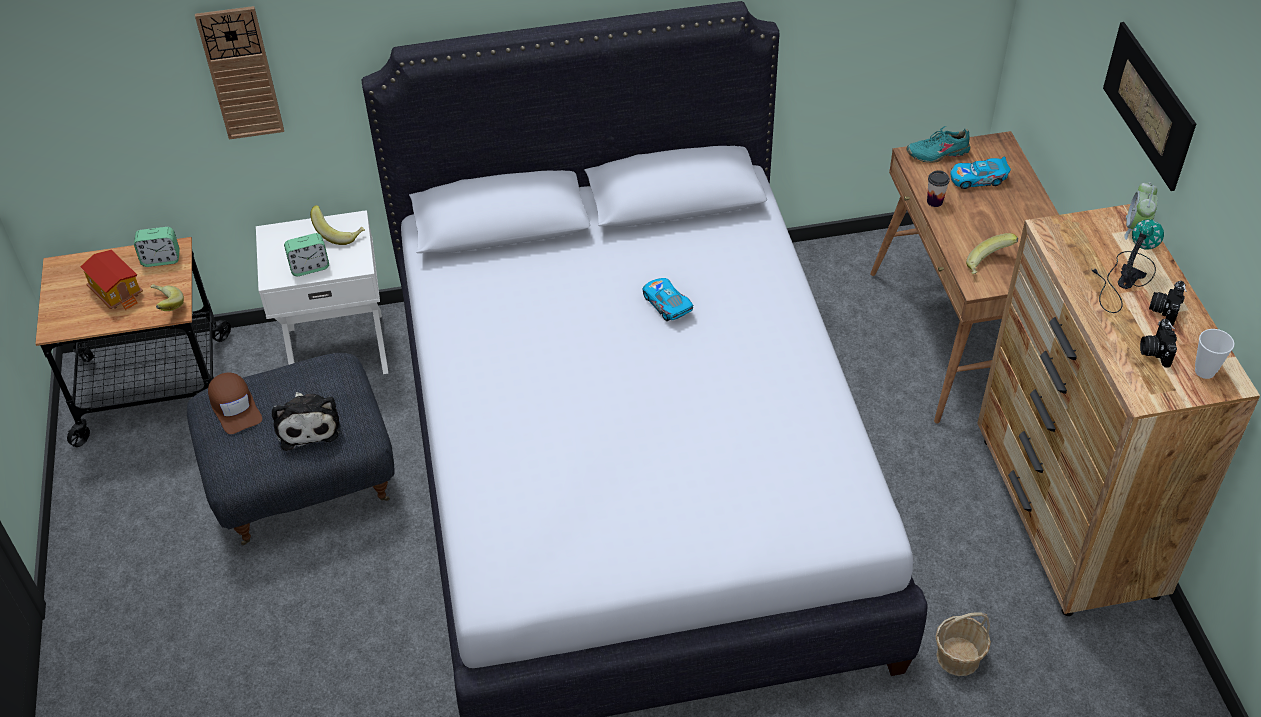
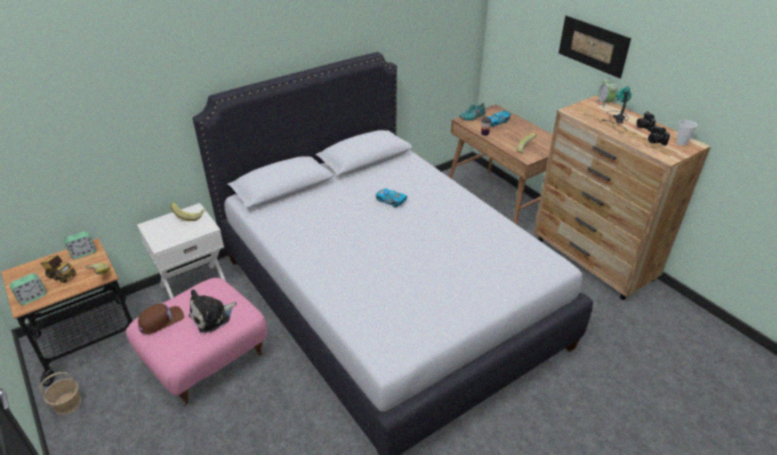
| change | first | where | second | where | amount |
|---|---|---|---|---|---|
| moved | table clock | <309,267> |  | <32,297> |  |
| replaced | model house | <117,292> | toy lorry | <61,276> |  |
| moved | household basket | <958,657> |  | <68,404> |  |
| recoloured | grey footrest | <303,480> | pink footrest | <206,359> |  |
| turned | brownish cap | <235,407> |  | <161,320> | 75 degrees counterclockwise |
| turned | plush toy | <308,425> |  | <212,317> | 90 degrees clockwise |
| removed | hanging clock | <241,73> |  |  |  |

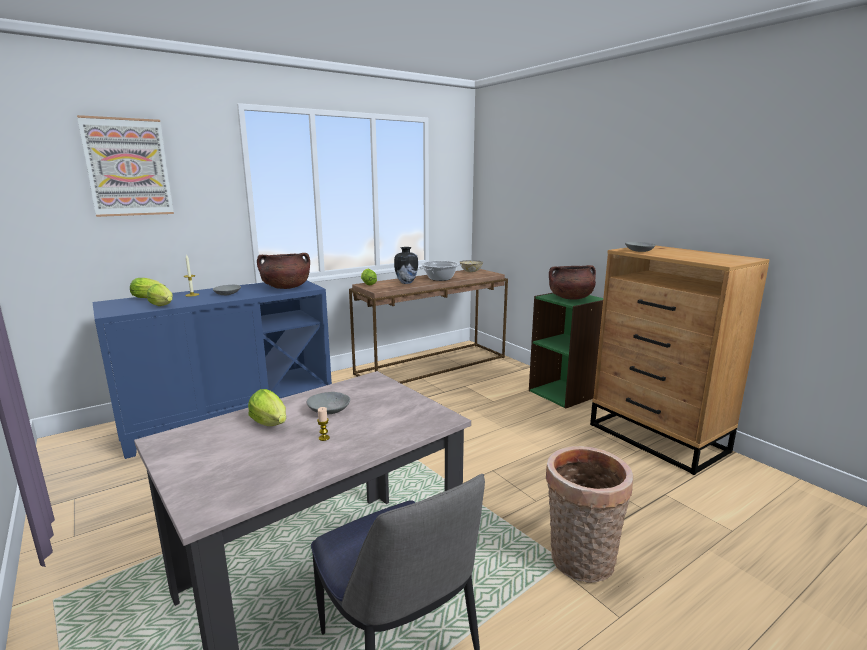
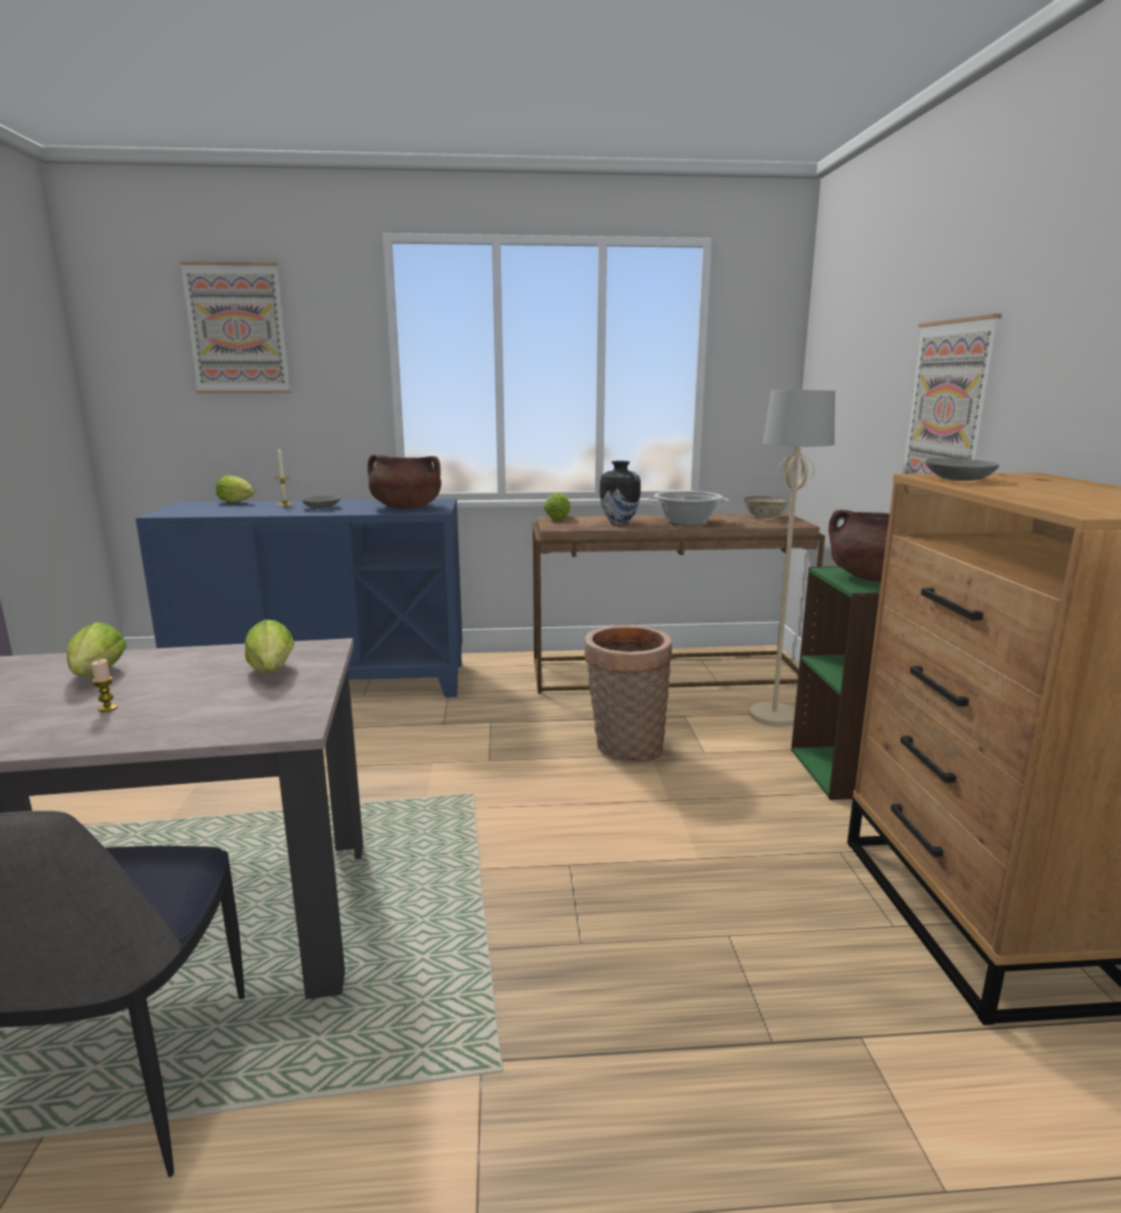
| change | first | where | second | where | amount |
|---|---|---|---|---|---|
| moved | lettuce head | <163,306> |  | <272,673> |  |
| moved | household basket | <579,562> |  | <625,749> |  |
| added |  |  | beige-coloured floor lamp | <774,716> |  |
| added |  |  | wall picture | <947,409> |  |
| removed | grey deep dish | <329,410> |  |  |  |

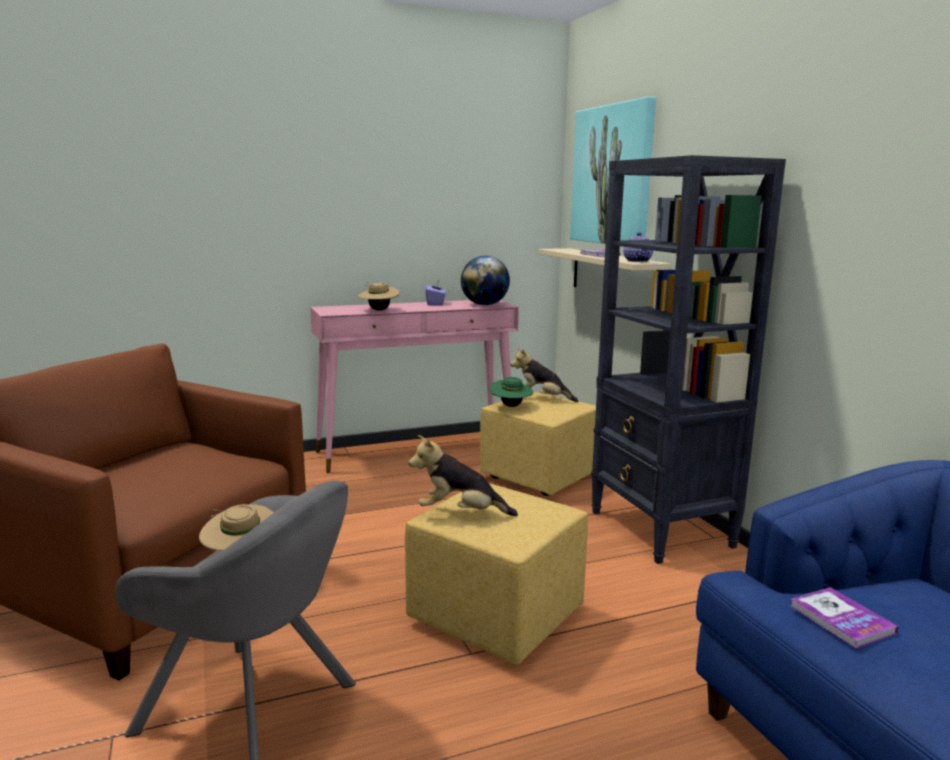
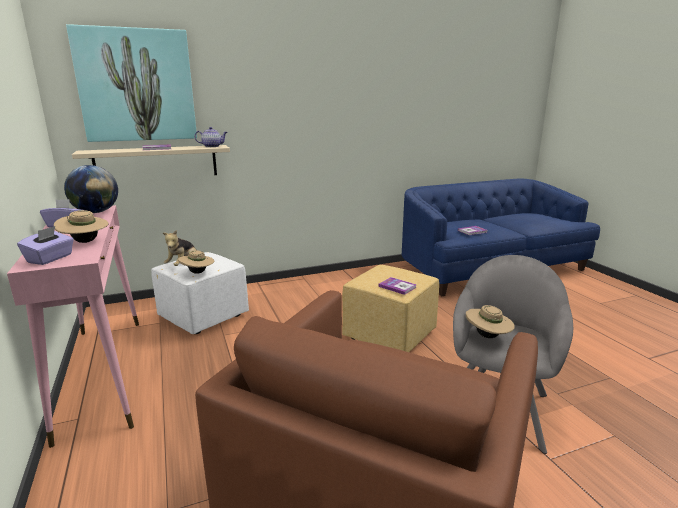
| change | first | where | second | where | amount |
|---|---|---|---|---|---|
| added |  |  | purple box of tissues | <50,259> |  |
| recoloured | yellow-coloured footrest | <540,477> | white-coloured footrest | <203,316> |  |
| recoloured | green clothing hat | <510,406> | beige-coloured clothing hat | <198,273> |  |
| replaced | plush toy | <460,513> | volume | <397,287> |  |
| removed | black bookshelf | <661,530> |  |  |  |

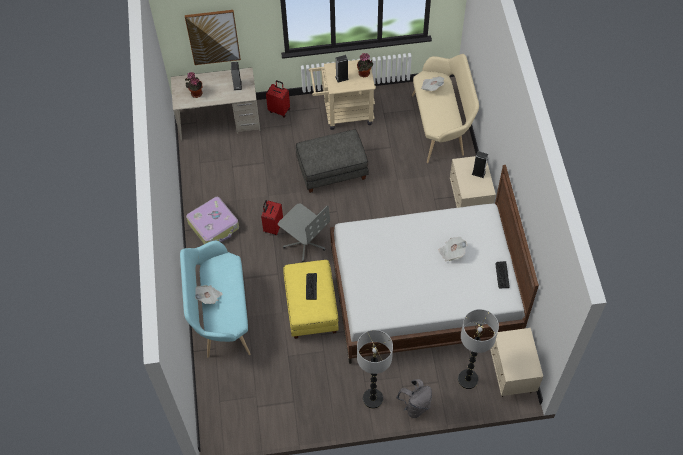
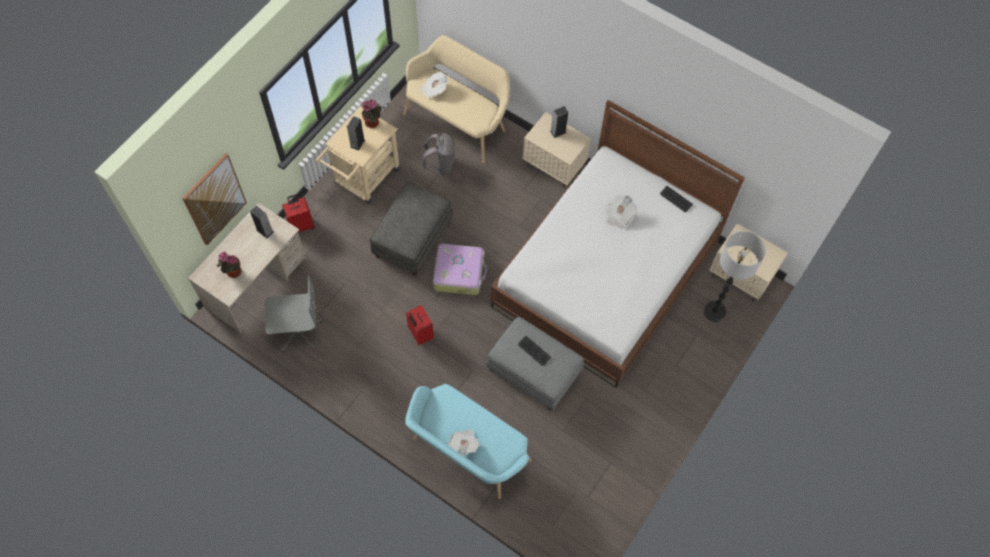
| change | first | where | second | where | amount |
|---|---|---|---|---|---|
| moved | grey desk chair | <304,242> |  | <297,330> |  |
| moved | grey backpack | <415,406> |  | <440,165> |  |
| moved | suitcase | <214,226> |  | <459,272> |  |
| recoloured | yellow-coloured footrest | <312,308> | grey footrest | <534,371> |  |
| removed | floor lamp | <373,398> |  |  |  |

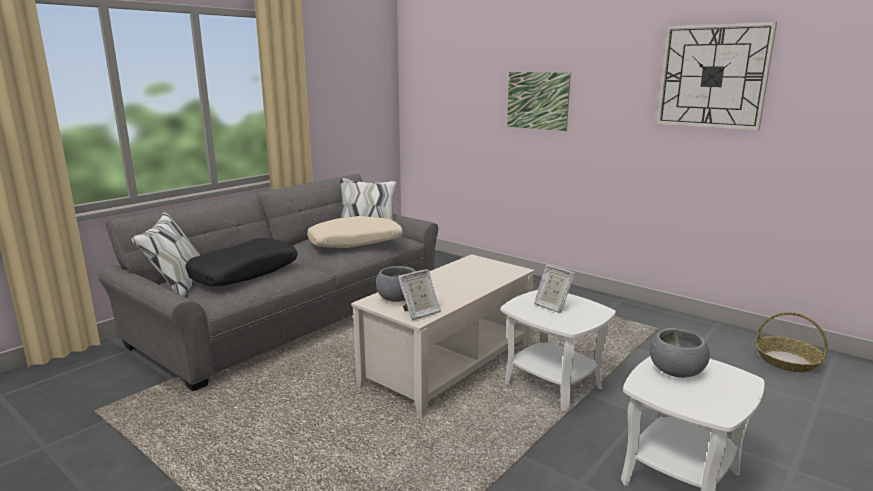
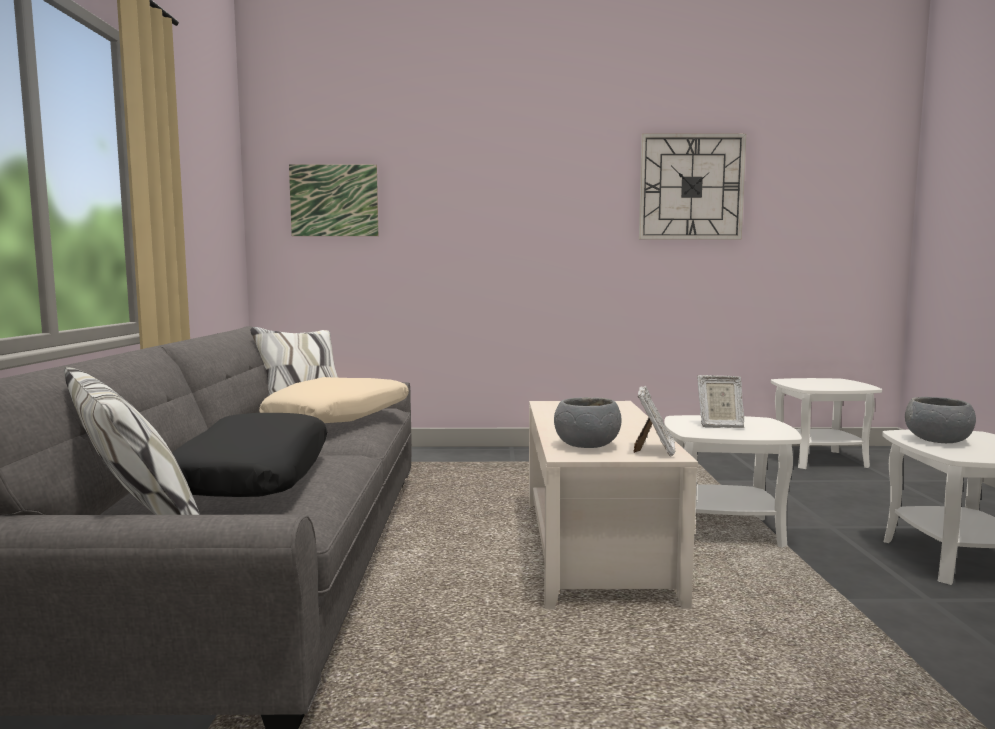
| change | first | where | second | where | amount |
|---|---|---|---|---|---|
| moved | wall picture | <537,100> |  | <334,200> |  |
| replaced | household basket | <786,361> | white-coloured side table | <819,459> |  |

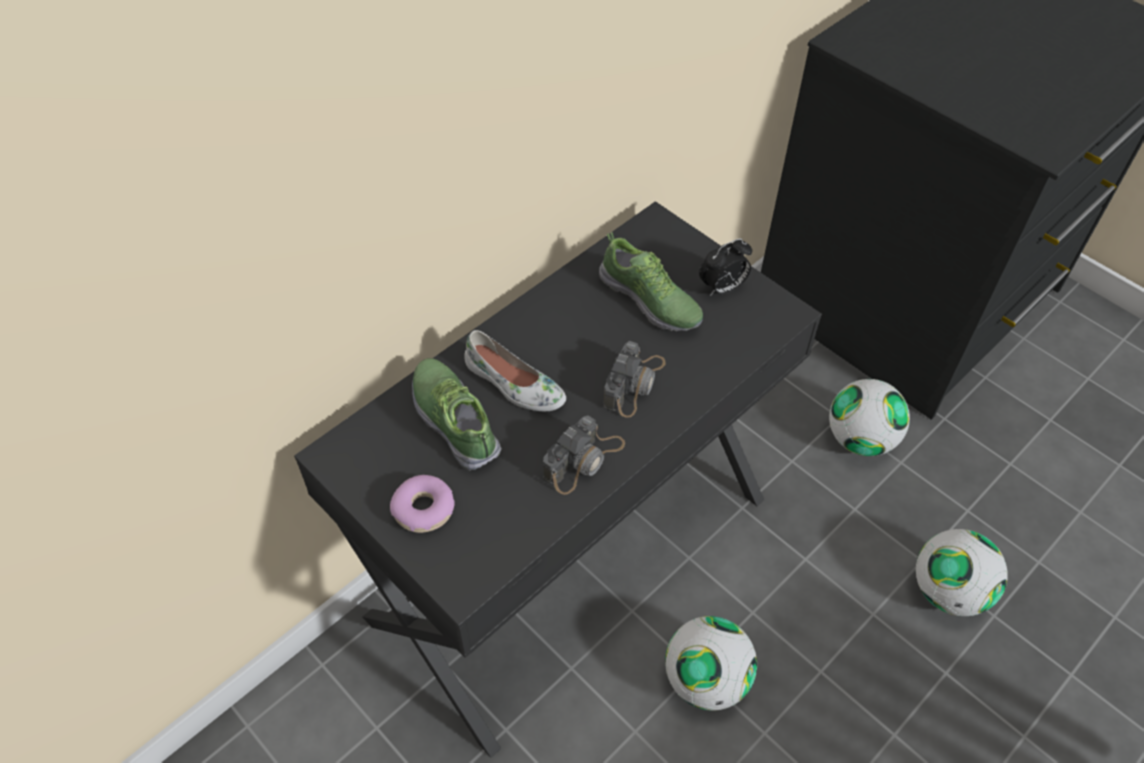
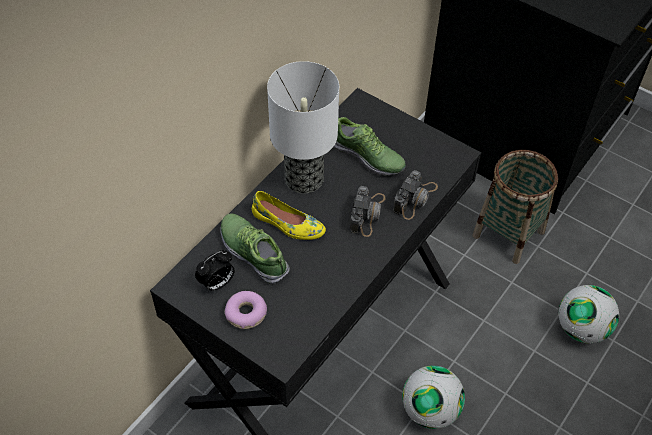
| change | first | where | second | where | amount |
|---|---|---|---|---|---|
| moved | table clock | <722,288> |  | <217,283> |  |
| recoloured | white-coloured low shoe | <514,384> | yellow-coloured low shoe | <287,224> |  |
| added |  |  | table lamp | <305,179> |  |
| moved | photo camera | <584,460> |  | <415,198> |  |
| replaced | ball for football | <860,439> | household basket | <508,233> |  |

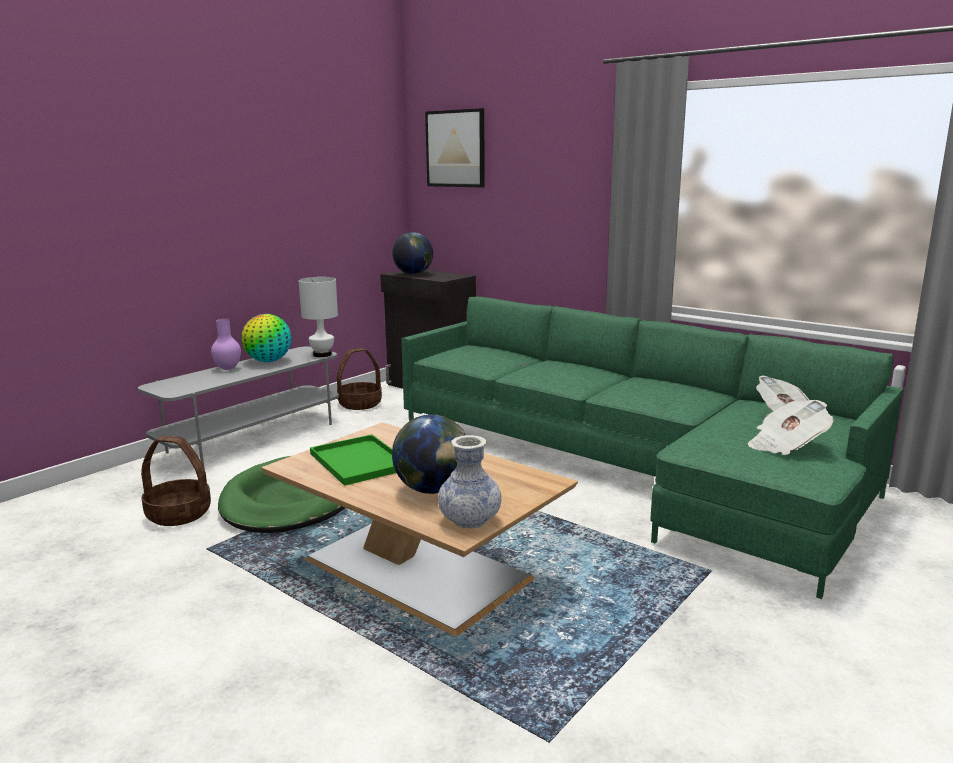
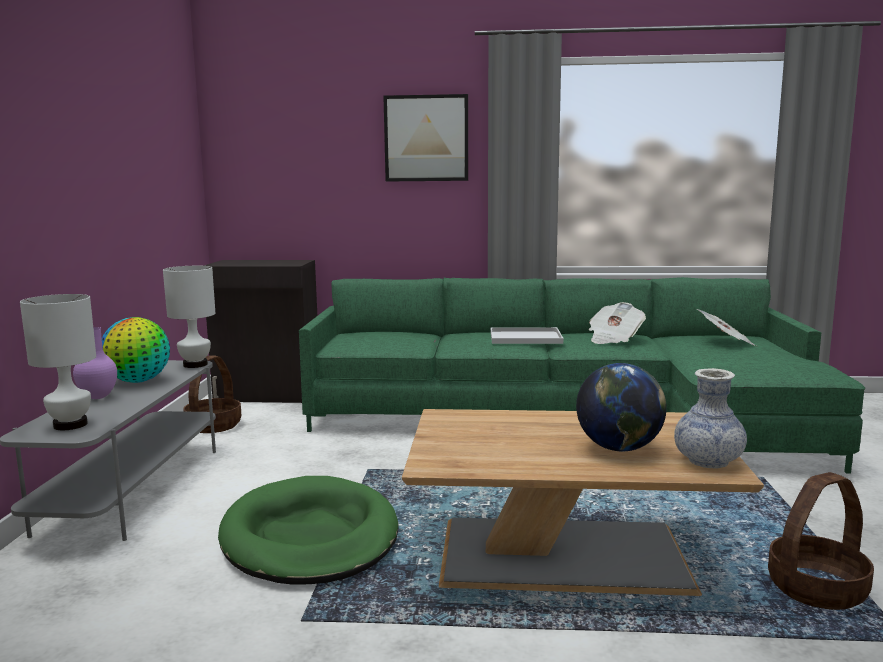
| change | first | where | second | where | amount |
|---|---|---|---|---|---|
| added |  |  | white-coloured table lamp | <70,425> |  |
| moved | wall picture | <455,148> |  | <426,138> |  |
| added |  |  | white-coloured serving tray | <524,338> |  |
| moved | daily paper | <786,446> |  | <613,339> |  |
| moved | household basket | <179,514> |  | <816,588> |  |
| removed | green serving tray | <357,461> |  |  |  |
| removed | world globe | <413,274> |  |  |  |

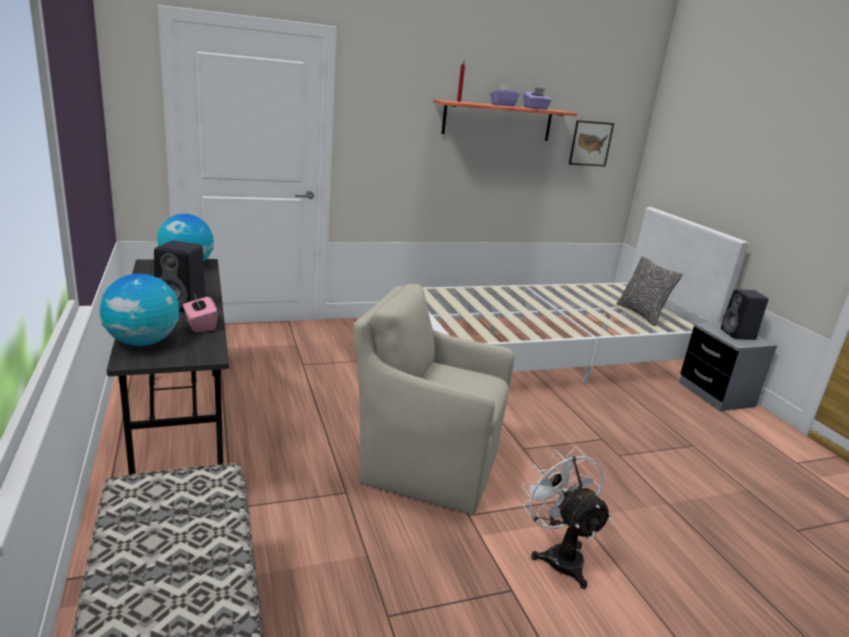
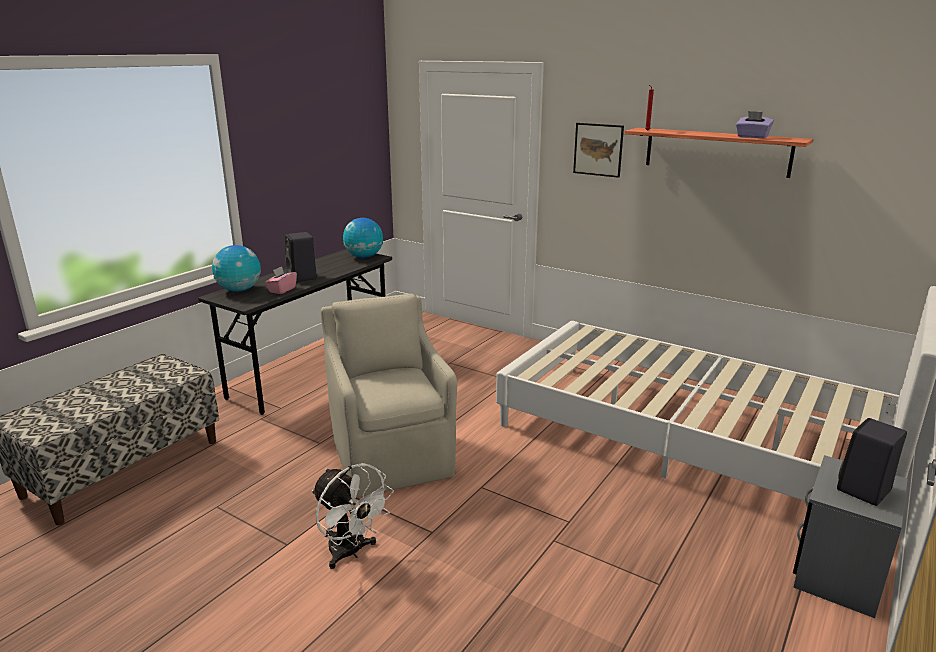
| change | first | where | second | where | amount |
|---|---|---|---|---|---|
| turned | white-coloured fan | <558,555> |  | <351,552> | 105 degrees clockwise |
| moved | wall picture | <590,143> |  | <598,149> |  |
| removed | purple box of tissues | <502,105> |  |  |  |
| removed | cushion | <641,314> |  |  |  |

